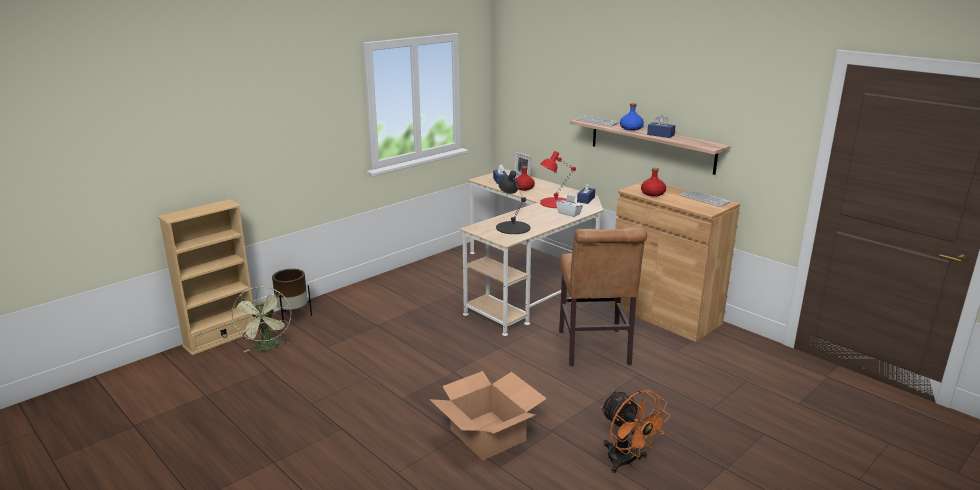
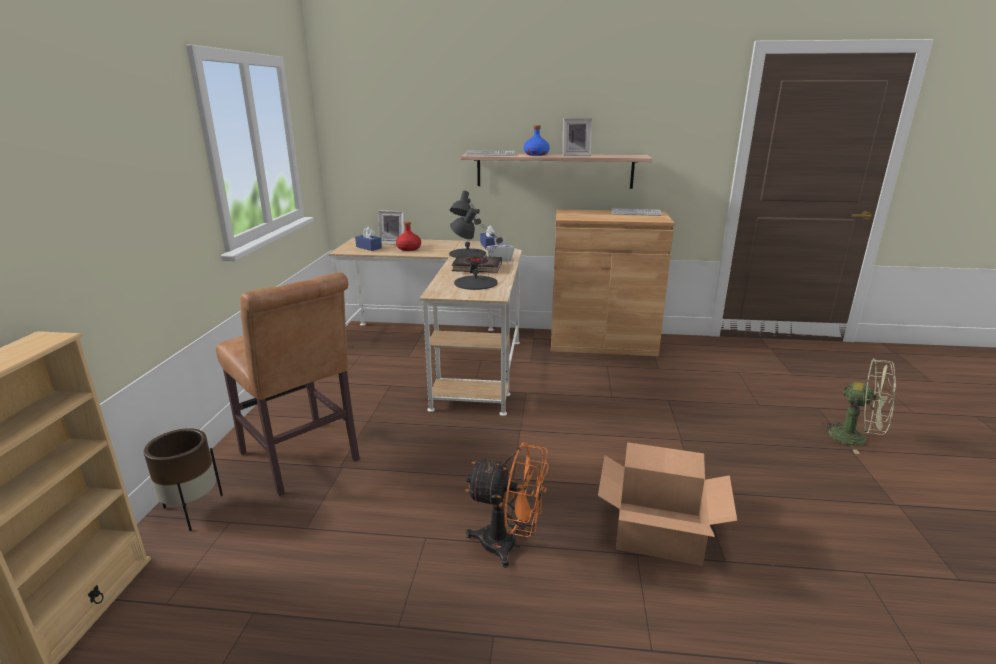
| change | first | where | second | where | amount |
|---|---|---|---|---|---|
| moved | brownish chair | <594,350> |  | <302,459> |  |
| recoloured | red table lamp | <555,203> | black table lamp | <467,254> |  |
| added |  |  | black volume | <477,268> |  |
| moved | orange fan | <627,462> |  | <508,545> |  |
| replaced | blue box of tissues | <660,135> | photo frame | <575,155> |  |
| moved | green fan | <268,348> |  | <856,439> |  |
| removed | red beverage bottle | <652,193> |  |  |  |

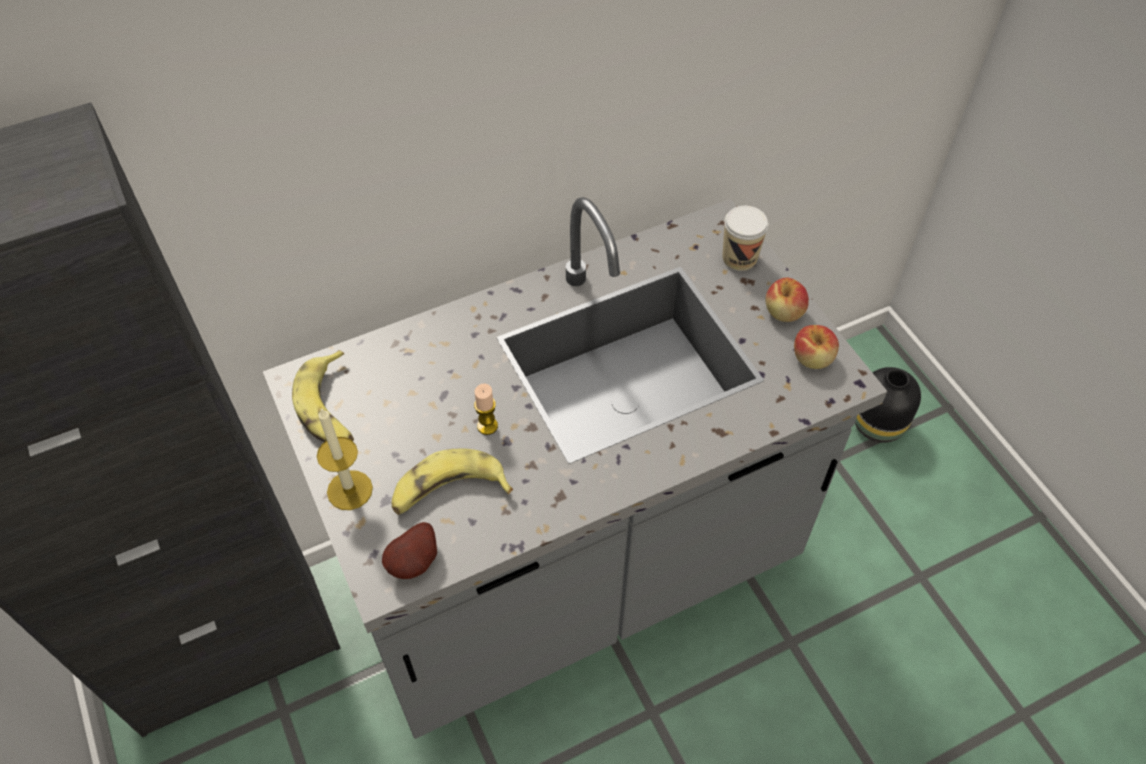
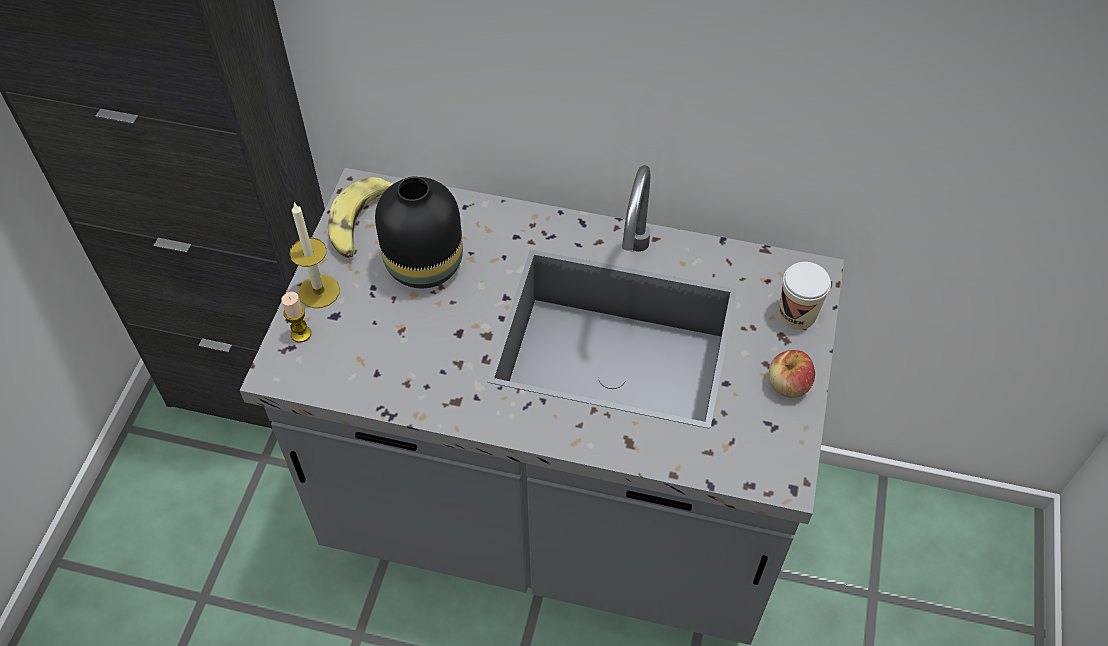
| change | first | where | second | where | amount |
|---|---|---|---|---|---|
| moved | wax candle | <487,426> |  | <301,334> |  |
| moved | black vase | <876,423> |  | <424,263> |  |
| removed | spud | <416,563> |  |  |  |
| removed | banana | <448,491> |  |  |  |
| removed | apple fruit | <812,358> |  |  |  |

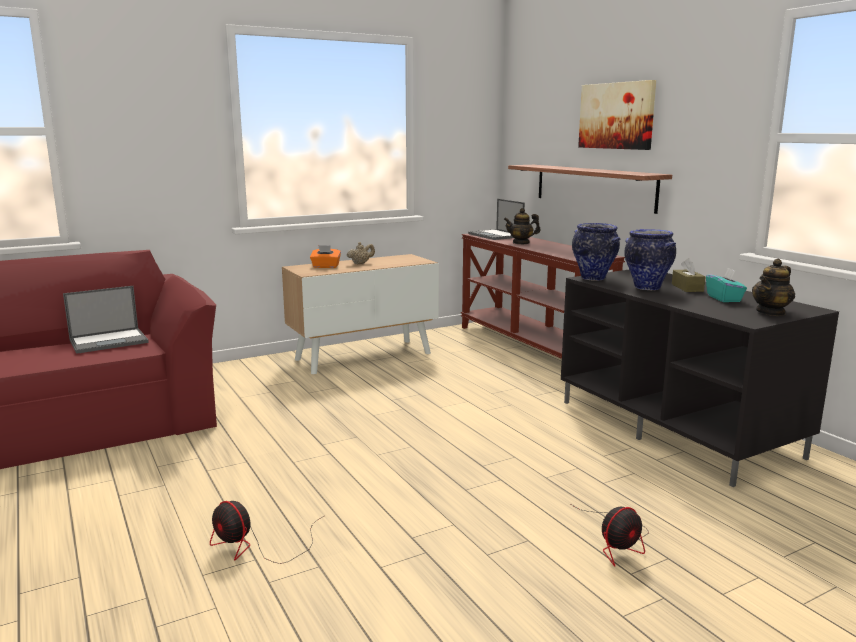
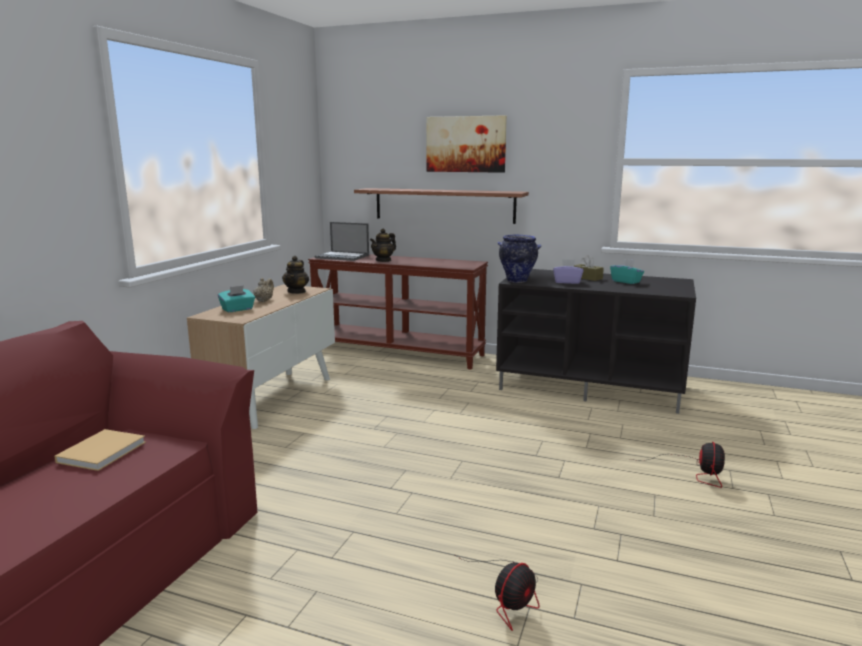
| change | first | where | second | where | amount |
|---|---|---|---|---|---|
| replaced | notebook computer | <109,341> | beige-coloured volume | <104,451> |  |
| recoloured | orange box of tissues | <325,266> | turquoise-coloured box of tissues | <237,309> |  |
| moved | tea pot | <771,312> |  | <296,291> |  |
| turned | fan | <256,546> |  | <510,597> | 45 degrees counterclockwise |
| replaced | vase | <646,288> | purple box of tissues | <567,282> |  |

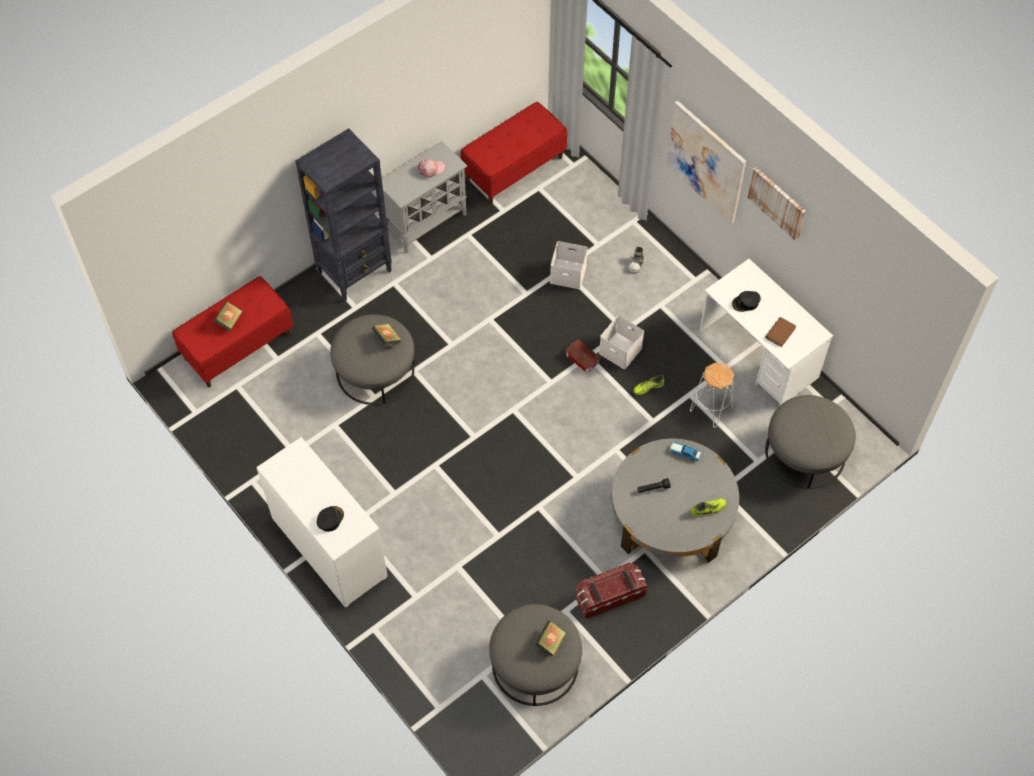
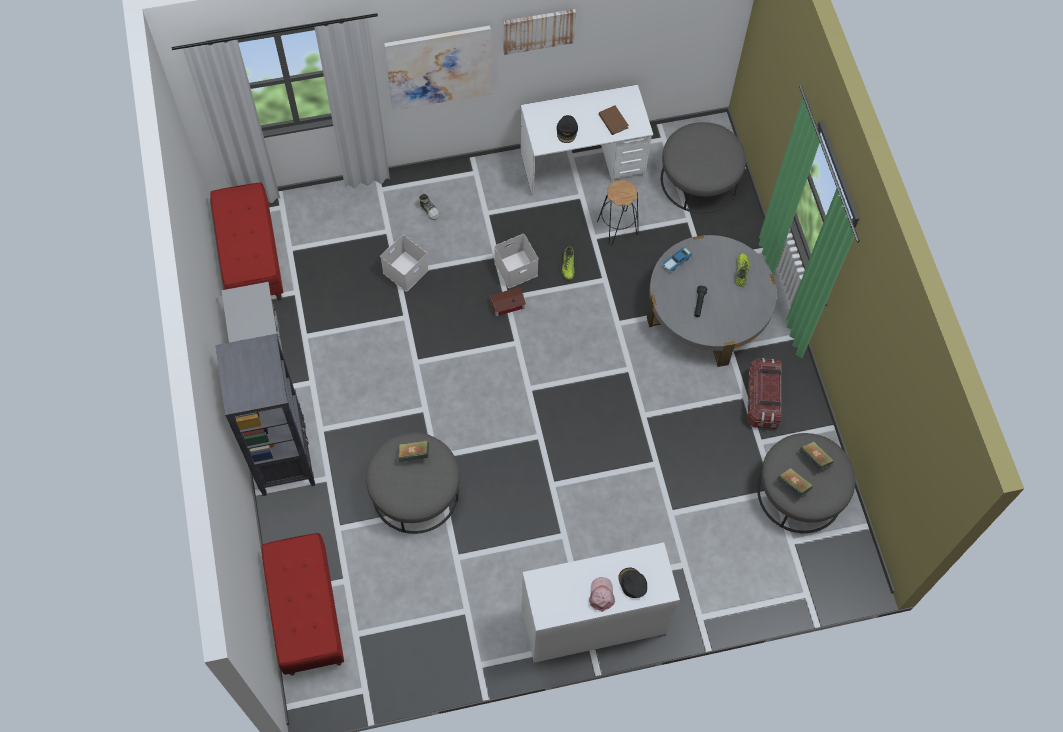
| change | first | where | second | where | amount |
|---|---|---|---|---|---|
| moved | pink cap | <431,169> |  | <601,595> |  |
| recoloured | white-coloured sitting stool | <711,408> | black sitting stool | <617,228> |  |
| moved | volume | <229,321> |  | <793,486> |  |

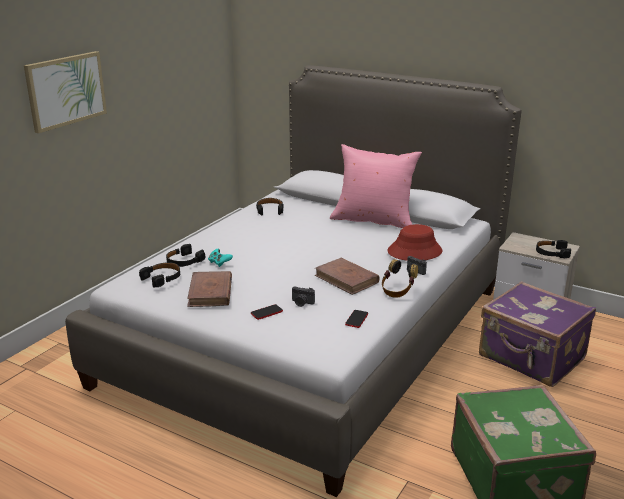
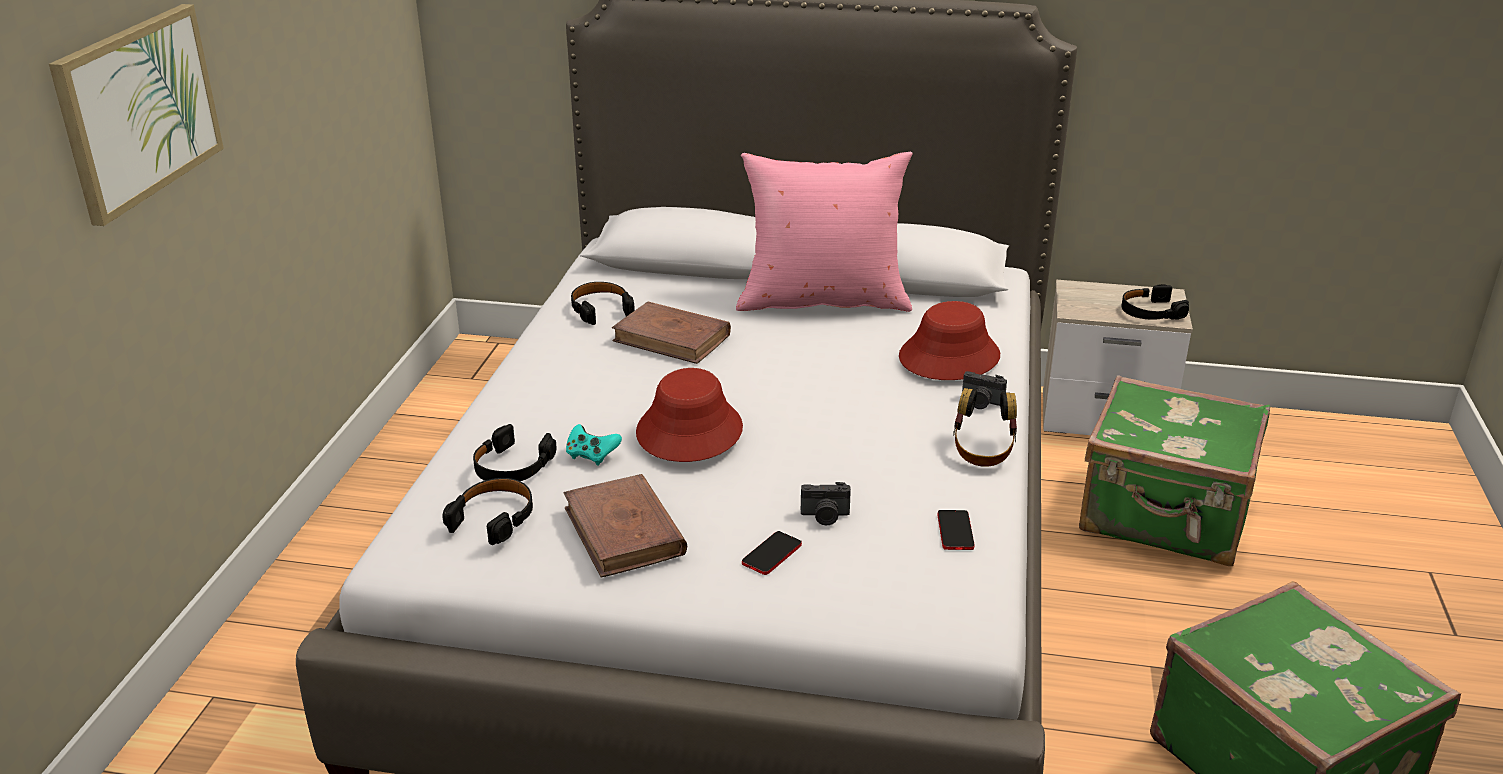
| change | first | where | second | where | amount |
|---|---|---|---|---|---|
| moved | brownish volume | <346,279> |  | <672,338> |  |
| added |  |  | red clothing hat | <689,431> |  |
| recoloured | purple suitcase | <531,358> | green suitcase | <1165,517> |  |

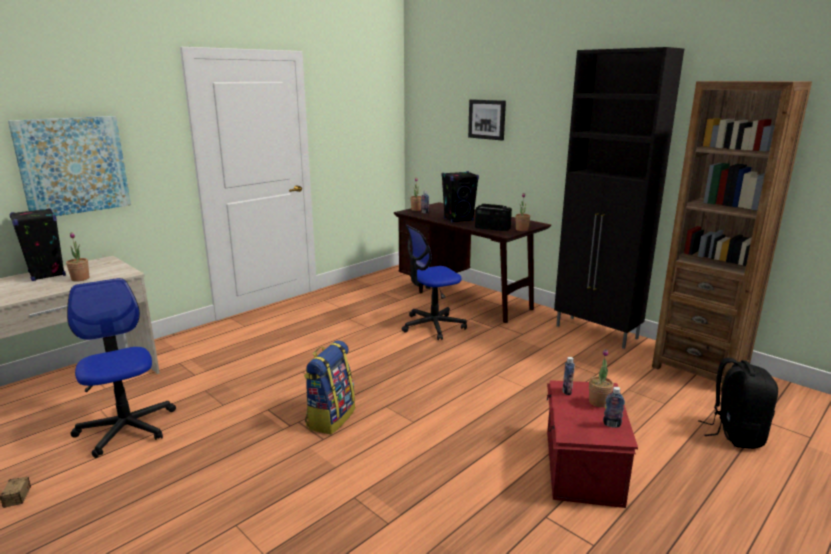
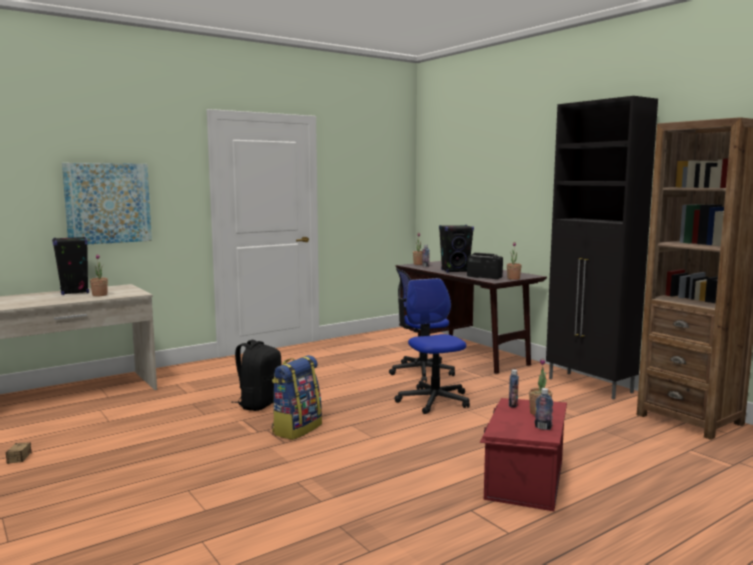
| change | first | where | second | where | amount |
|---|---|---|---|---|---|
| moved | black backpack | <734,434> |  | <259,404> |  |
| moved | desk chair | <126,428> |  | <434,400> |  |
| removed | wall picture | <487,119> |  |  |  |

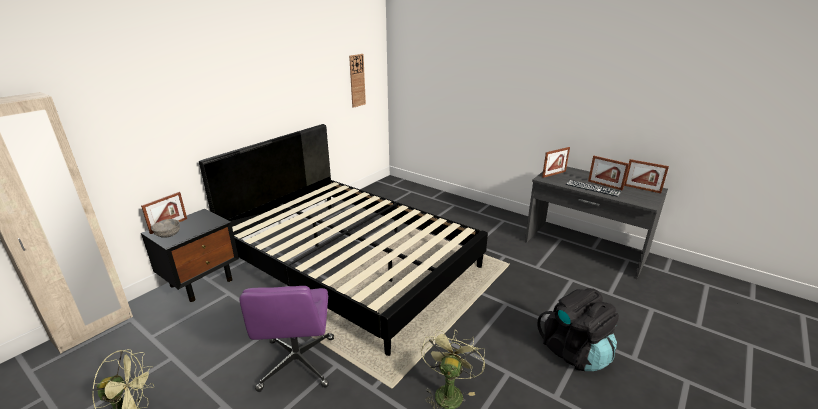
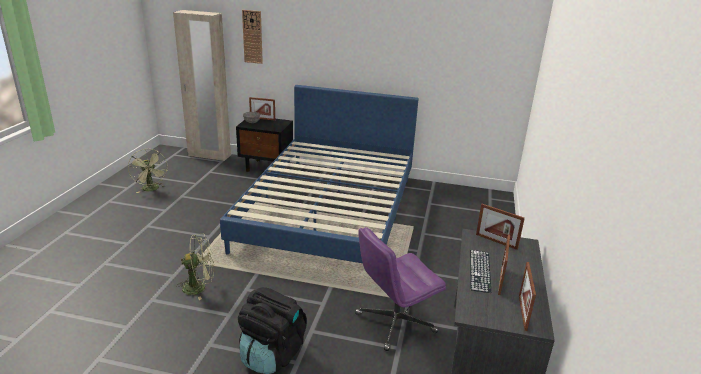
| change | first | where | second | where | amount |
|---|---|---|---|---|---|
| recoloured | black sleeping bed | <351,262> | blue sleeping bed | <330,212> |  |
| moved | hanging clock | <357,80> |  | <252,37> |  |
| moved | purple desk chair | <297,364> |  | <394,323> |  |

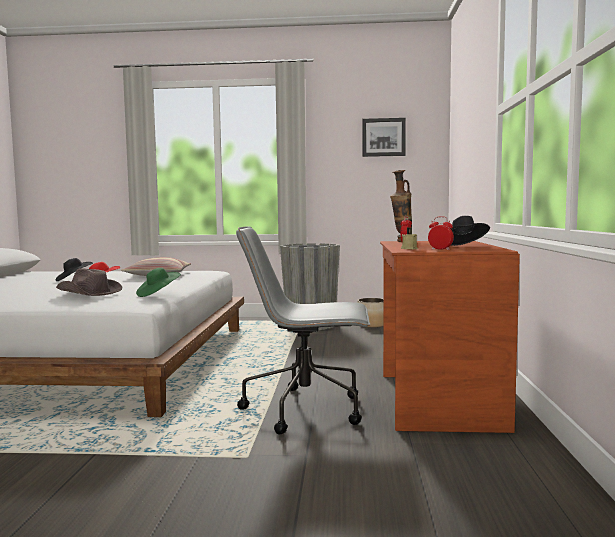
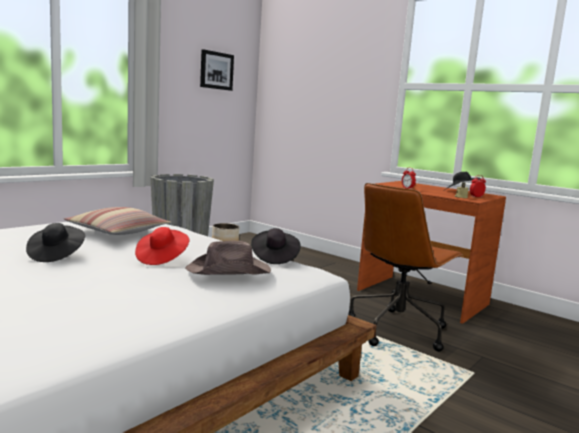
| change | first | where | second | where | amount |
|---|---|---|---|---|---|
| recoloured | green clothing hat | <158,294> | black clothing hat | <274,257> |  |
| recoloured | grey desk chair | <307,409> | brownish desk chair | <398,329> |  |
| removed | vase | <401,242> |  |  |  |

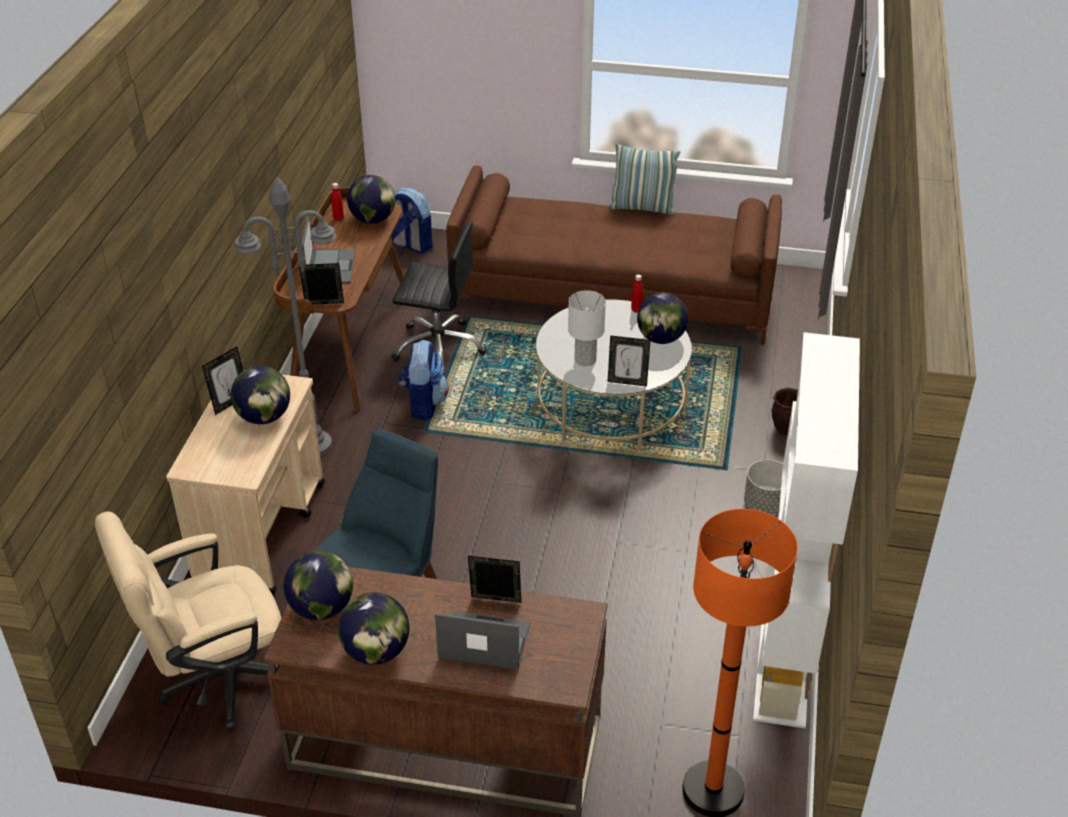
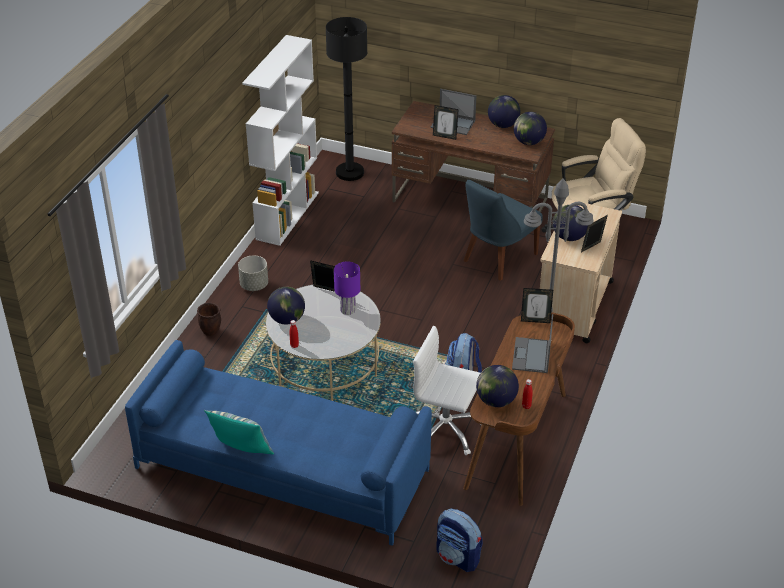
| change | first | where | second | where | amount |
|---|---|---|---|---|---|
| recoloured | brownish settee | <613,293> | blue settee | <282,468> |  |
| recoloured | orange floor lamp | <713,790> | black floor lamp | <349,172> |  |
| recoloured | white-coloured table lamp | <586,360> | purple table lamp | <347,310> |  |
| recoloured | black desk chair | <439,348> | white-coloured desk chair | <445,430> |  |

